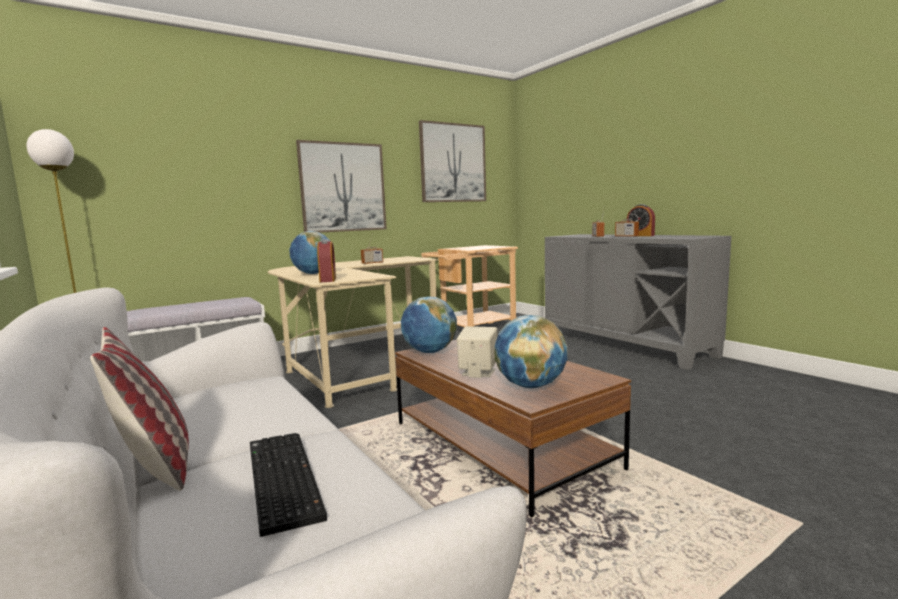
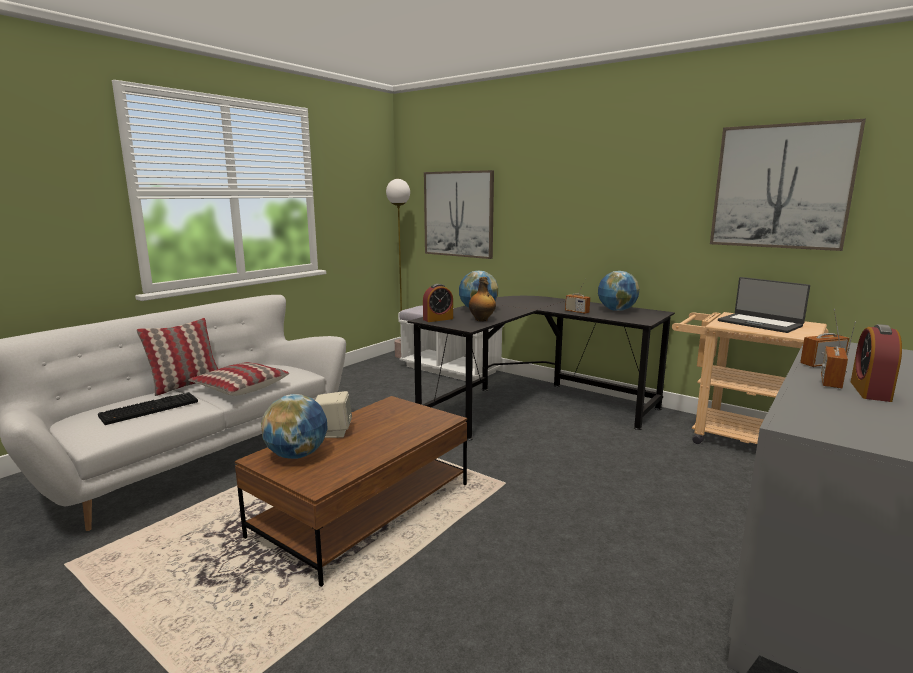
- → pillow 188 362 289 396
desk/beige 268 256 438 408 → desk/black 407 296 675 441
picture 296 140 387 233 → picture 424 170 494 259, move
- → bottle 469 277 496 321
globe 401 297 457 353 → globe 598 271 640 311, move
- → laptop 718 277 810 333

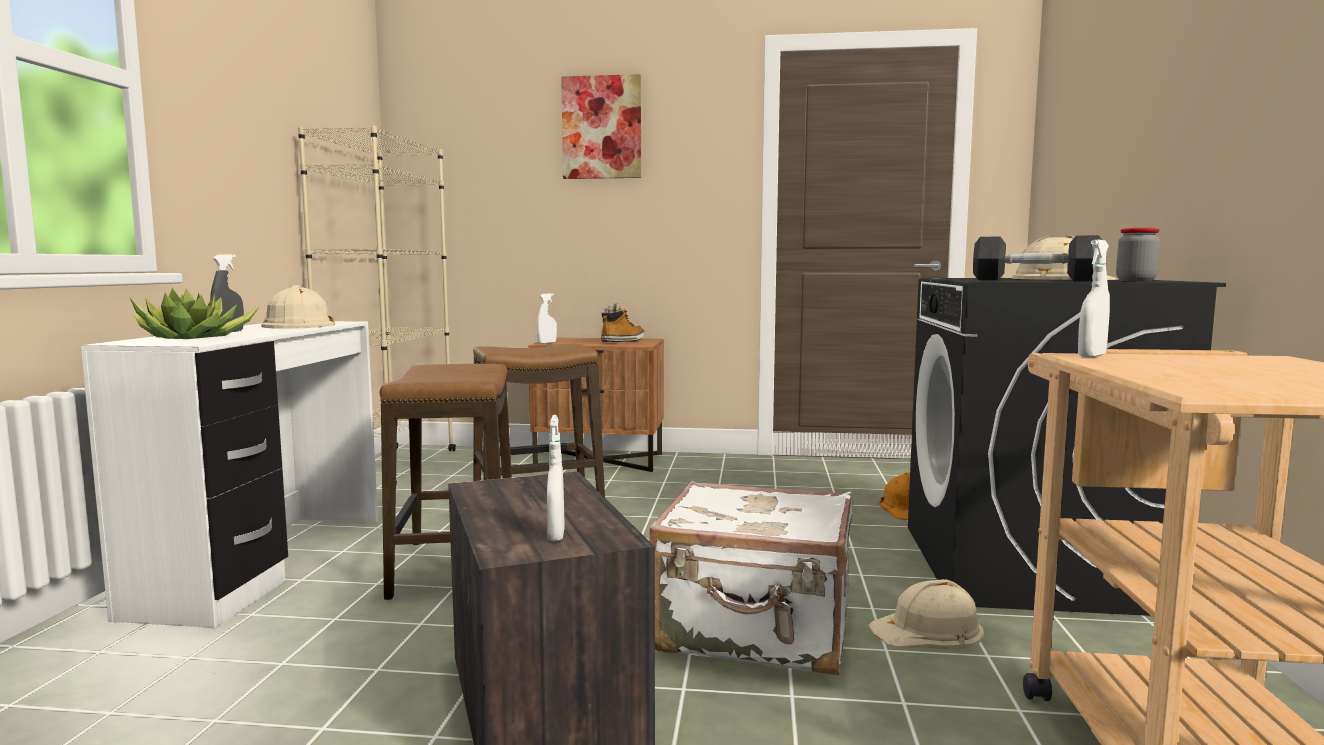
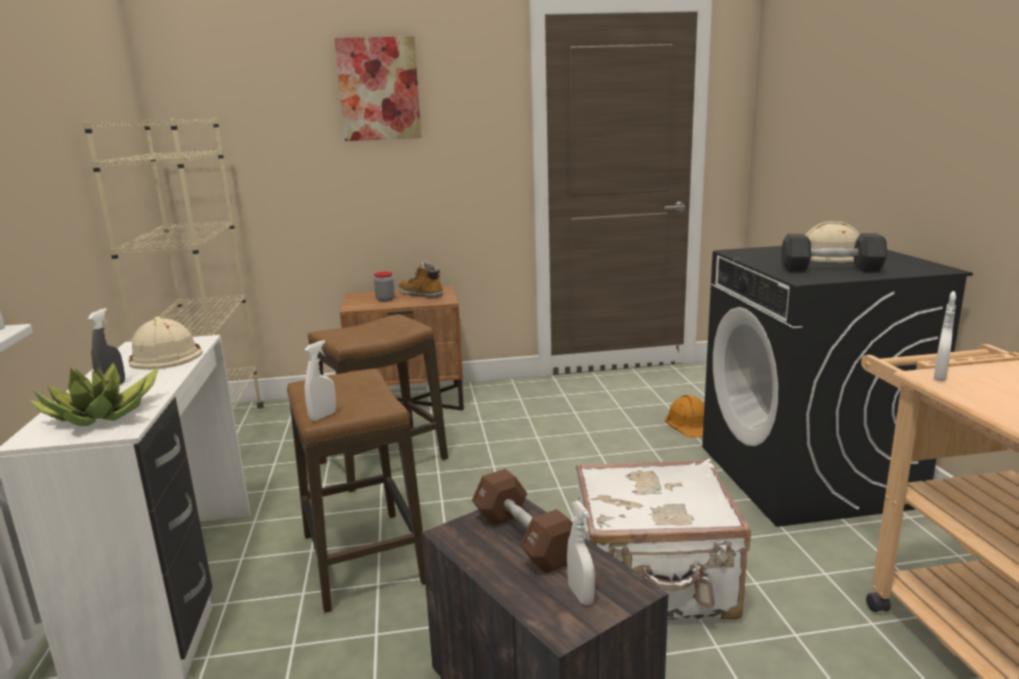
spray bottle/white 537 293 557 344 → spray bottle/white 305 340 336 421, move
jar 1116 228 1160 281 → jar 374 272 395 302, move
boot 601 303 645 342 → boot 398 261 443 298, 75 degrees counterclockwise
- → dumbbell/brown 472 469 573 574
hard hat/beige 868 579 984 649 → -

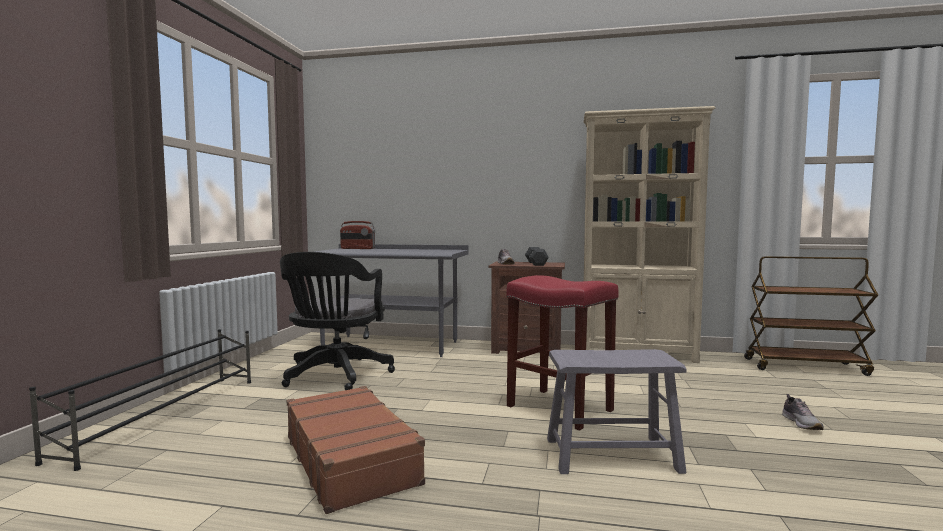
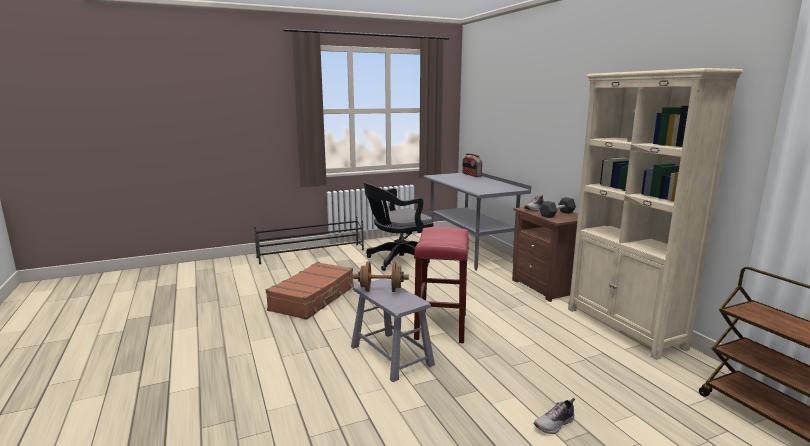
- → dumbbell/brown 353 262 409 292

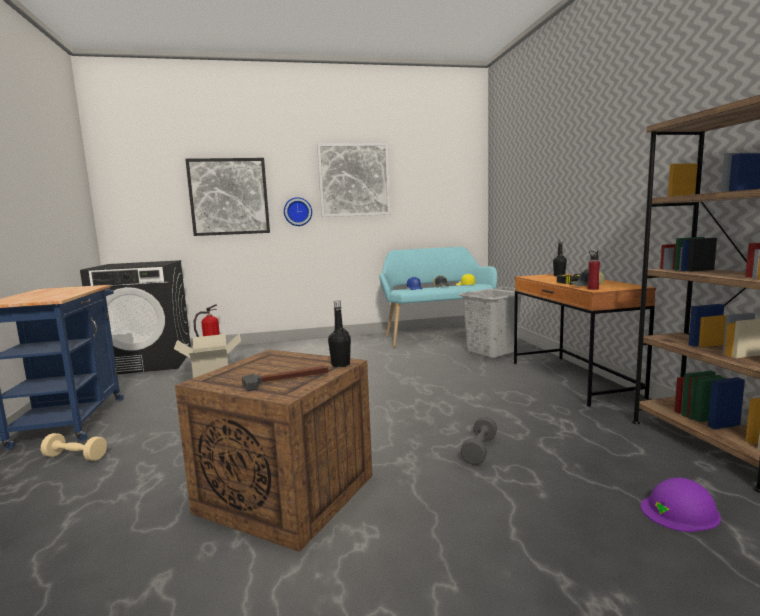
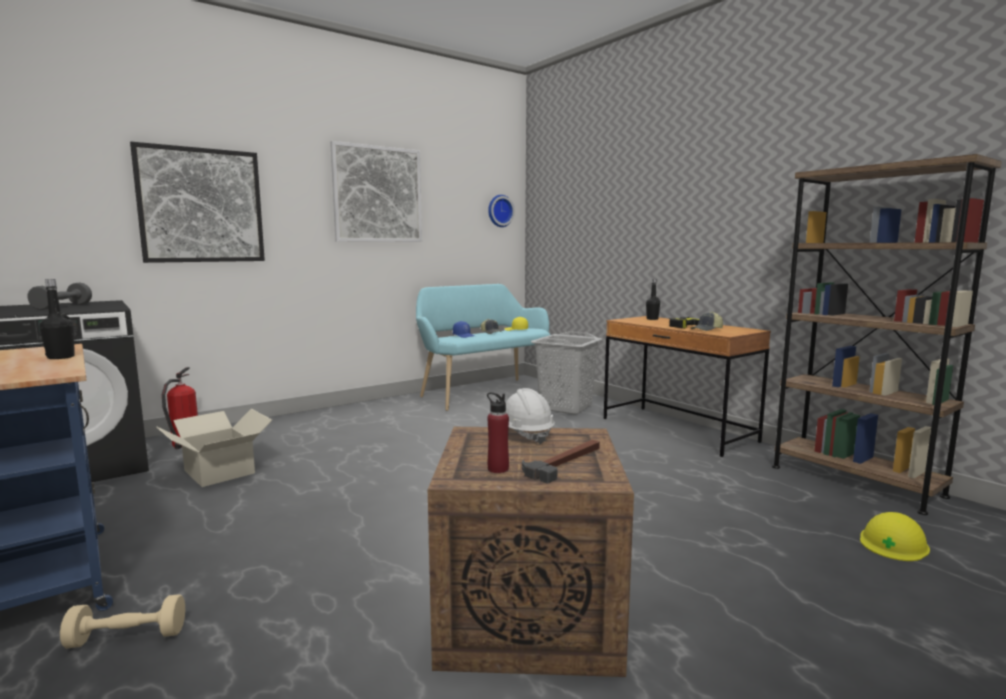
dumbbell/grey 461 417 497 465 → dumbbell/grey 27 283 92 310, move
bottle/black 328 301 351 367 → bottle/black 39 279 75 359, move
bottle/red 588 251 600 290 → bottle/red 487 392 509 473, move
wall clock 284 197 312 226 → wall clock 488 195 515 227, move
- → hard hat/white 506 388 555 444
hard hat/purple 641 478 721 532 → hard hat/yellow 860 512 930 561

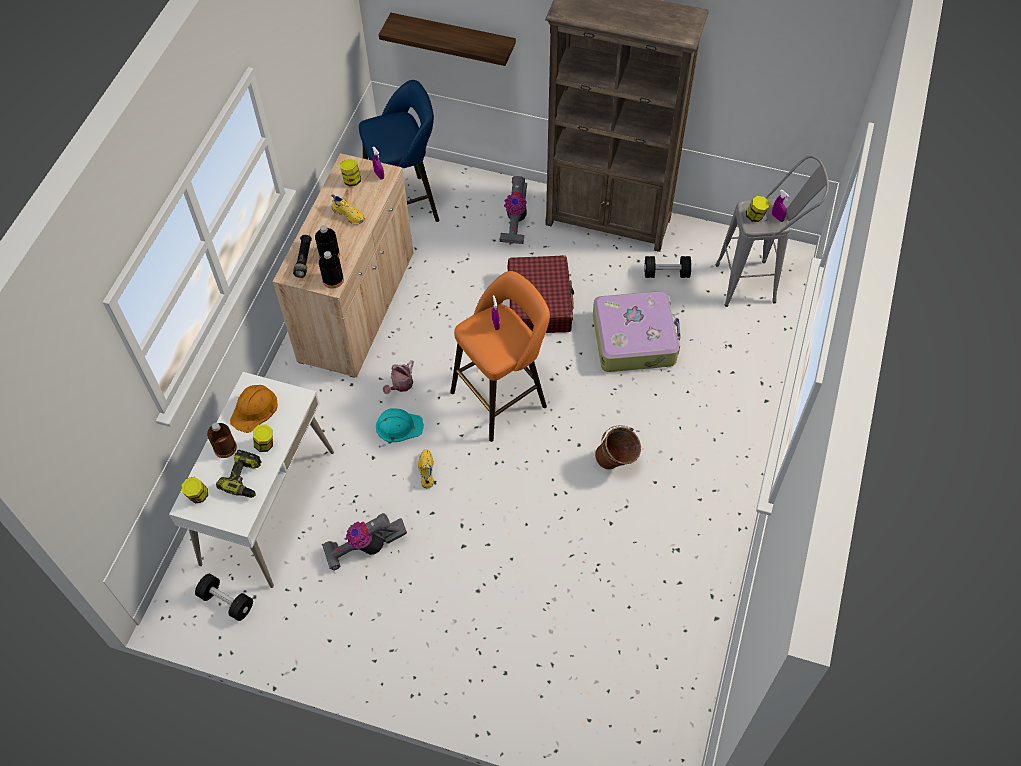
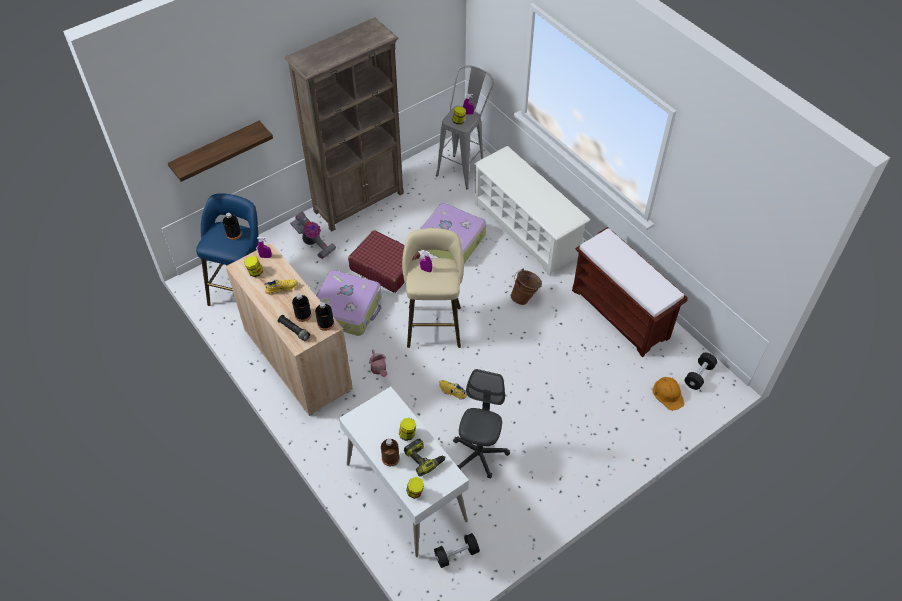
- → bottle/black 223 213 242 240
- → suitcase 316 270 382 336
stool/orange 450 271 550 442 → stool/beige 402 228 464 348
vacuum cleaner 322 513 407 571 → office chair/grey 453 369 510 478
- → shoe rack/white 474 146 590 276
- → bench/brown 572 227 688 357
hard hat/orange 230 385 278 433 → hard hat/orange 653 377 684 411, move
dumbbell/black 644 256 691 278 → dumbbell/black 685 352 717 390, move
hard hat/turquoise 376 409 424 443 → -

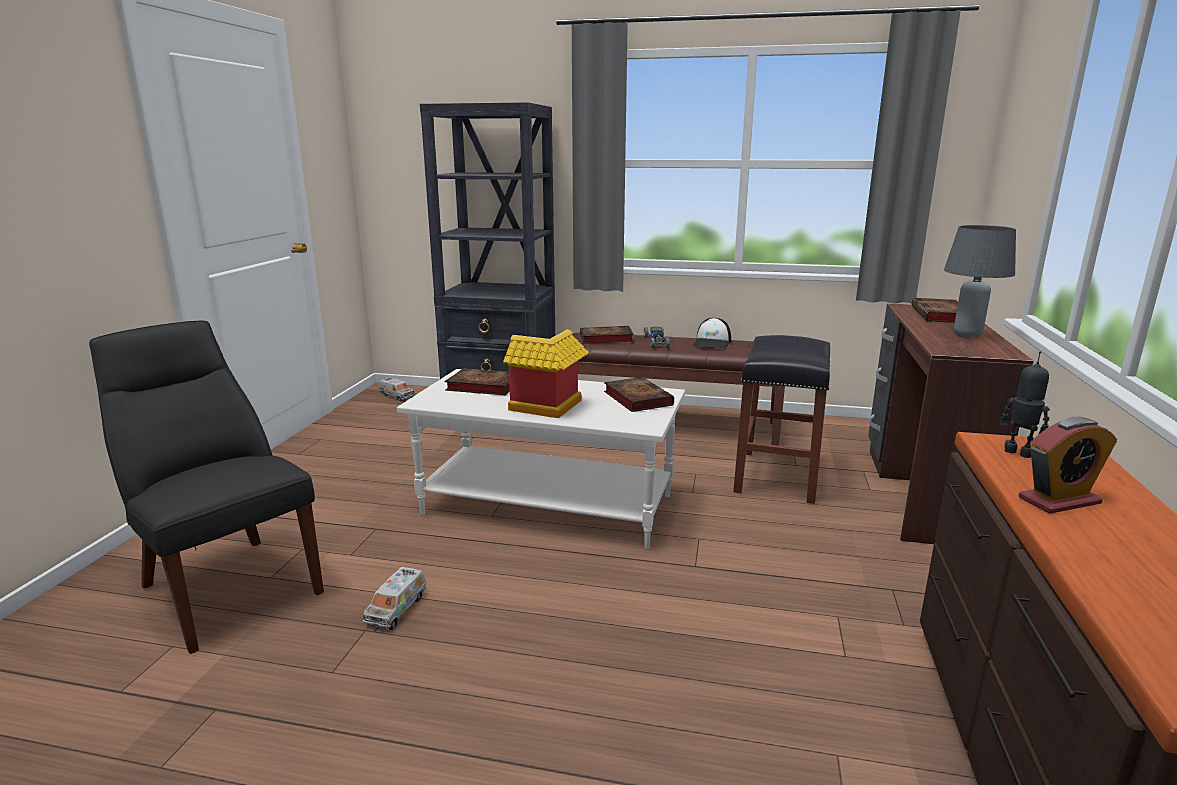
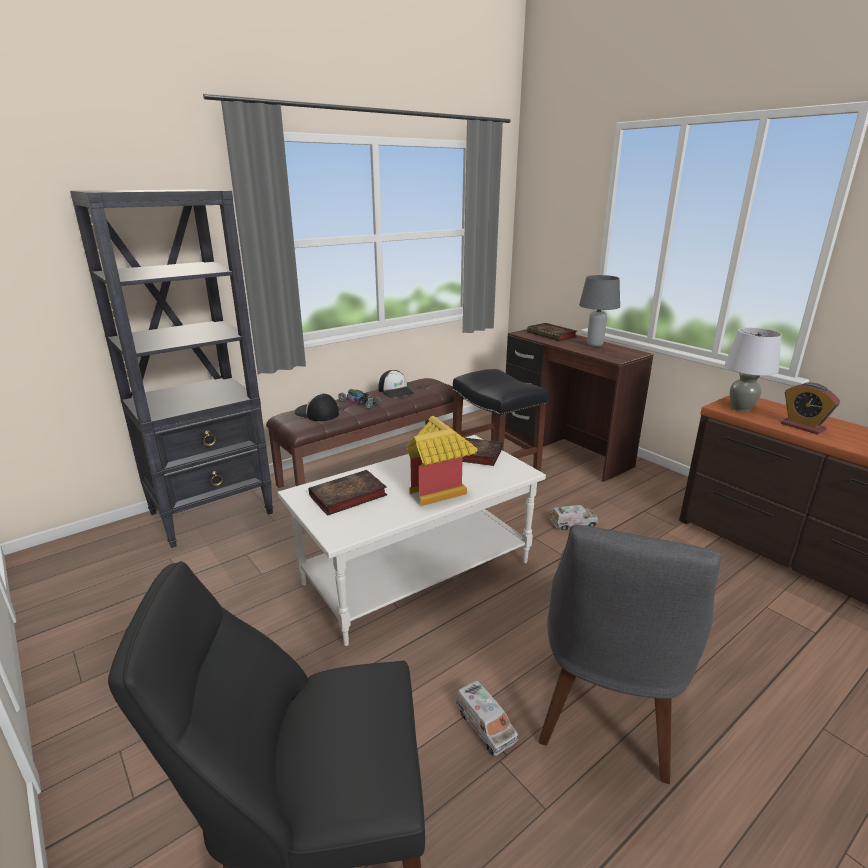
book 580 326 634 344 → cap 295 394 339 421
- → chair/grey 539 525 721 784
toy truck 379 377 414 402 → toy truck 550 505 598 530, move
toy robot 1000 352 1050 458 → table lamp/grey 725 328 782 412
alarm clock 1019 417 1117 514 → alarm clock 781 383 840 435, 120 degrees clockwise

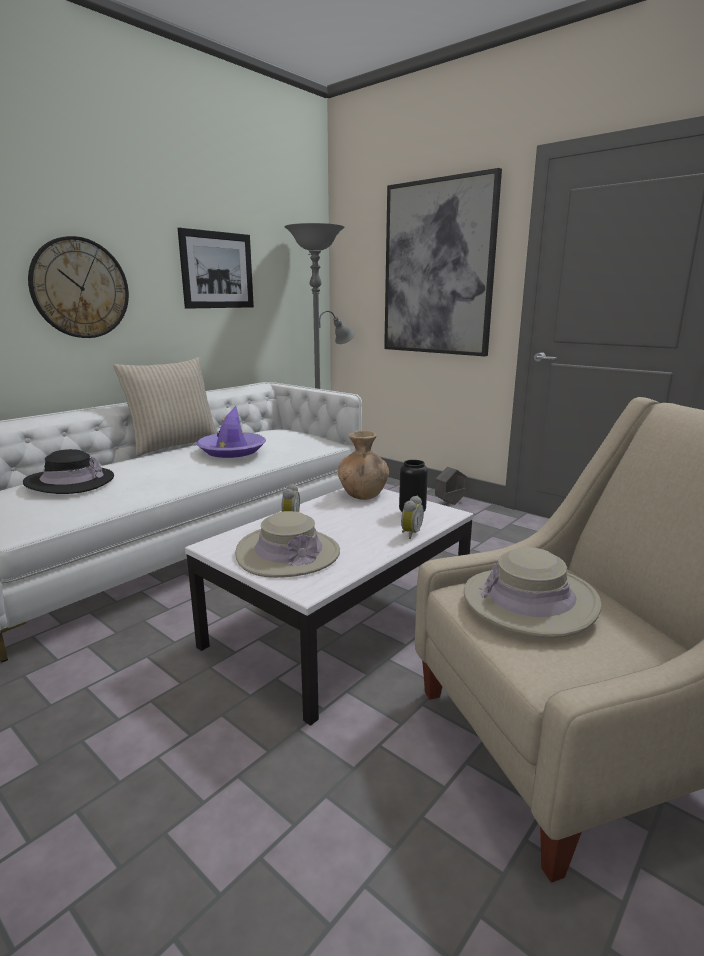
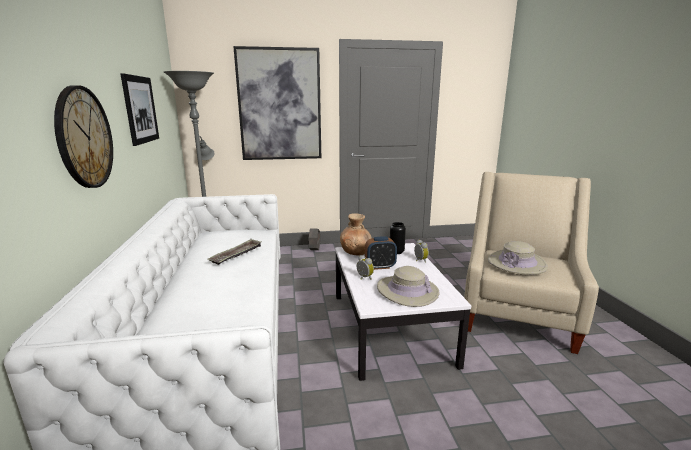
hat/purple 196 406 266 458 → tray 208 239 261 265
- → alarm clock 365 236 397 270
hat/black 23 449 114 494 → -
pillow/beige 113 357 218 456 → -

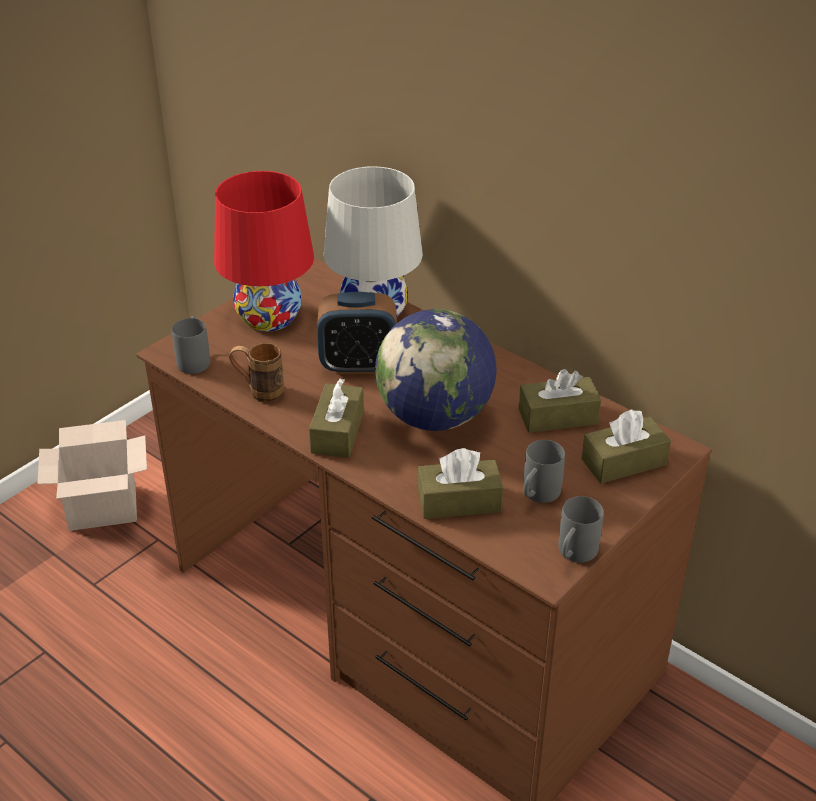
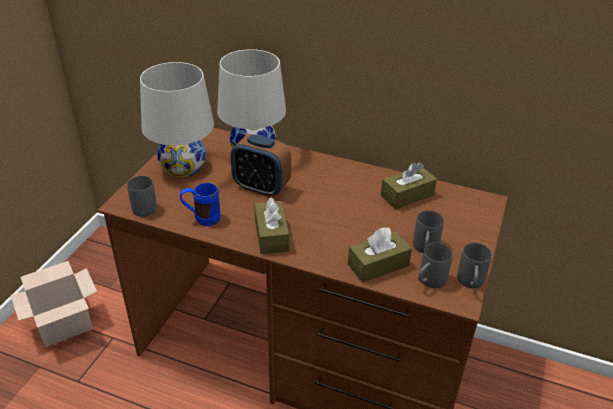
table lamp/red 214 171 314 331 → table lamp/white 140 62 214 177
mug/brown 229 343 284 403 → mug/blue 180 183 220 226
alarm clock 317 292 397 374 → alarm clock 230 134 291 197, 45 degrees clockwise
- → mug/grey 418 243 453 288
globe 375 309 496 431 → -
tissue box/brown 582 410 671 484 → -

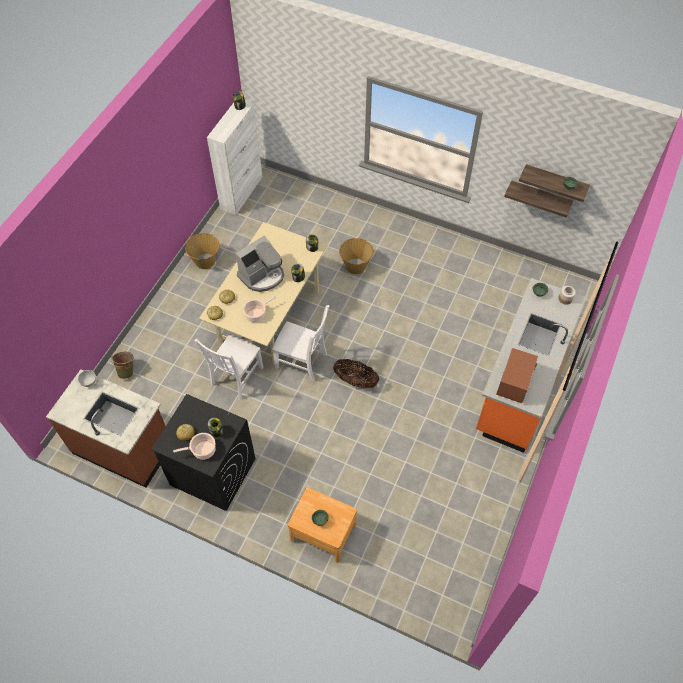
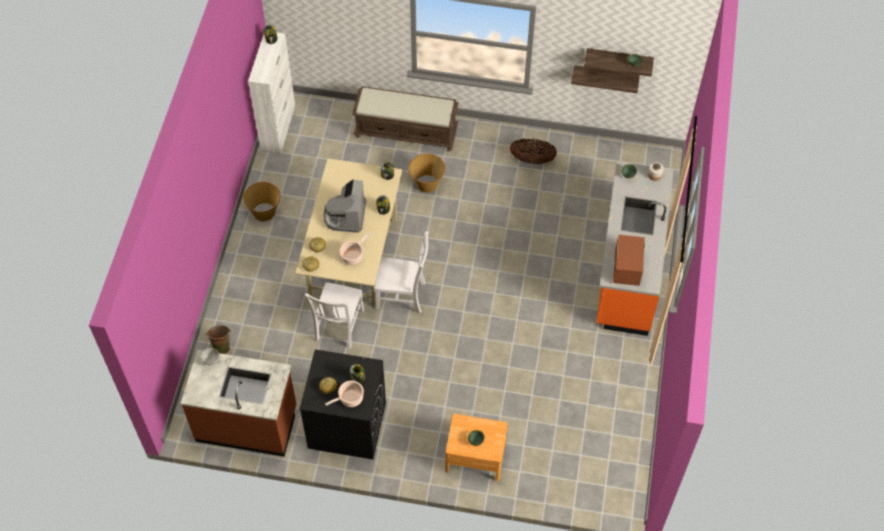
coffee machine 235 236 284 292 → coffee machine 324 179 366 233, 150 degrees clockwise
- → bench/brown 352 86 459 151
basket 333 359 379 388 → basket 510 139 557 164, move

